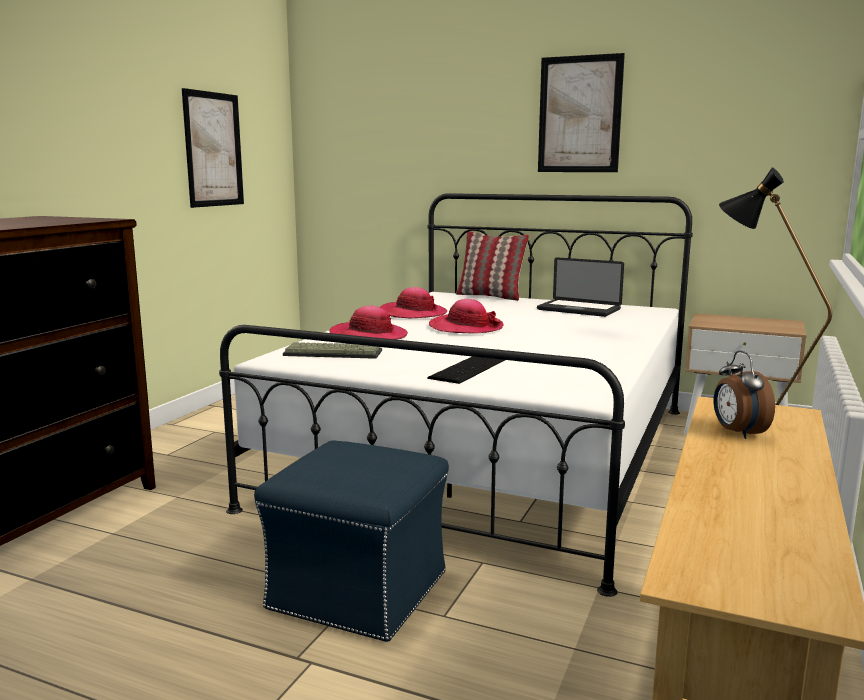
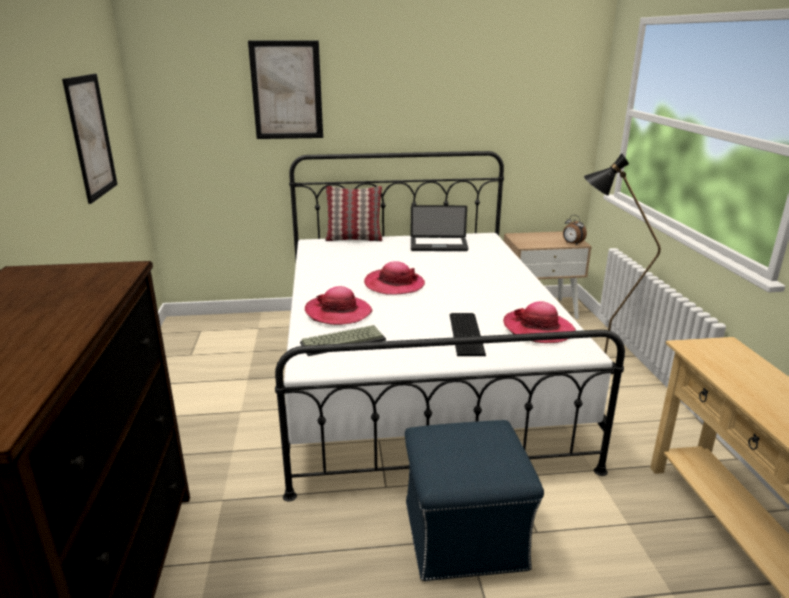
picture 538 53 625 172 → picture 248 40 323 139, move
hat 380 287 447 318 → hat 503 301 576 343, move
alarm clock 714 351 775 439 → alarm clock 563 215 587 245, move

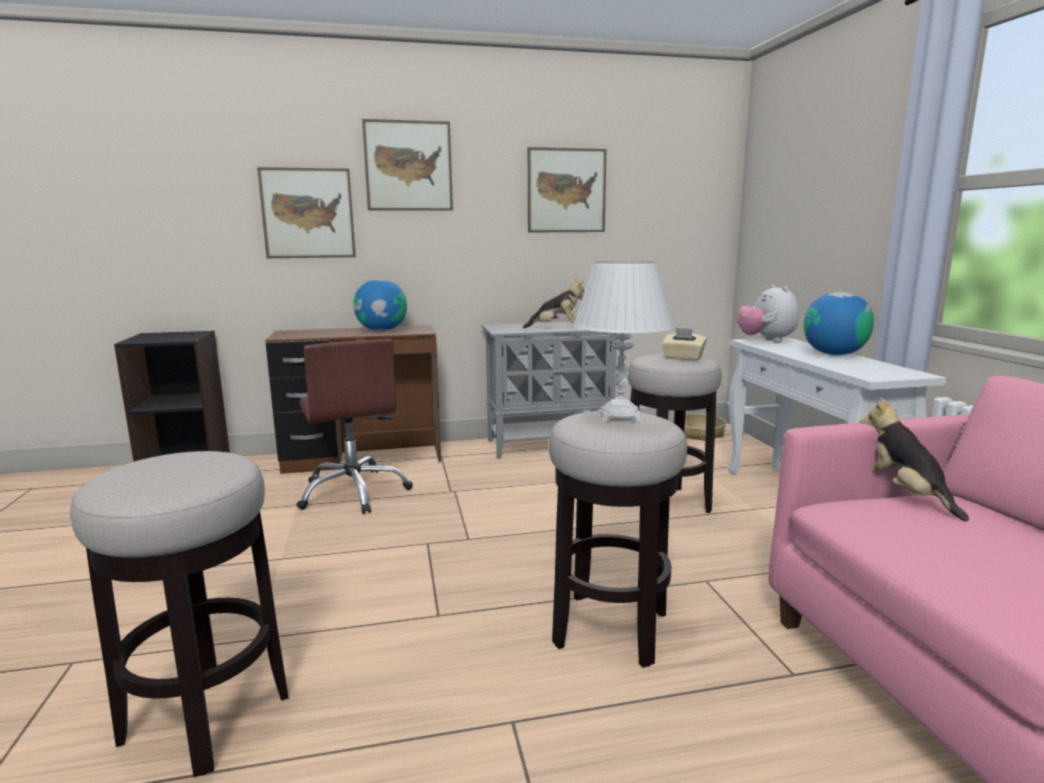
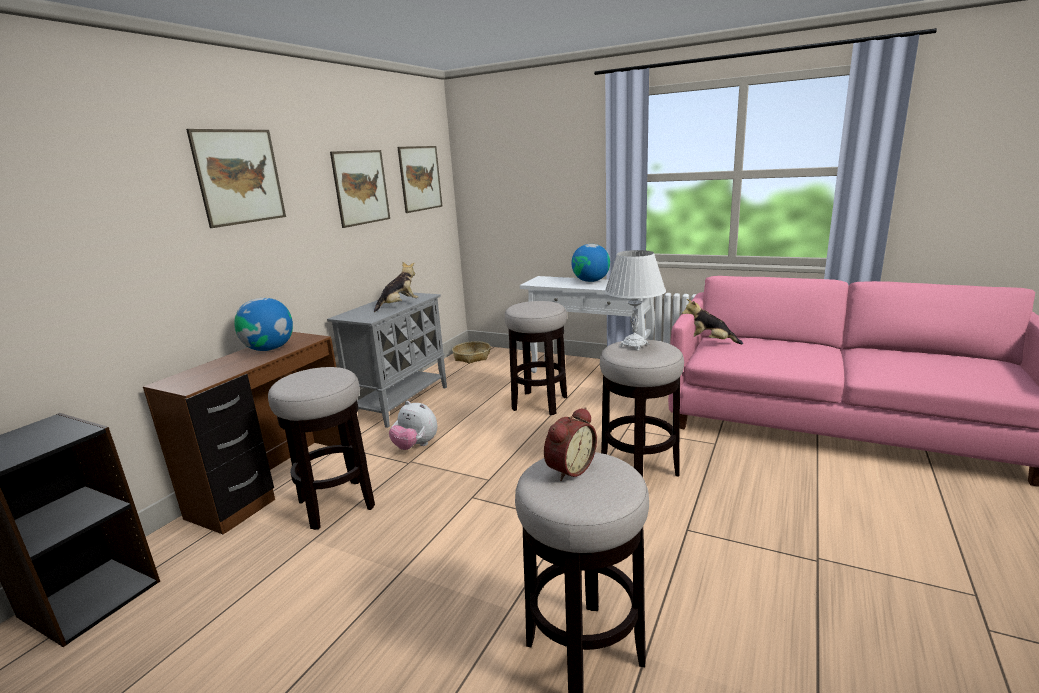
office chair/brown 297 339 413 514 → stool 268 367 375 530
plush toy 737 284 799 342 → plush toy 389 401 437 450, move
picture 257 167 356 258 → picture 397 146 443 213, move
- → alarm clock 544 407 597 481
tissue box/beige 662 327 707 361 → -

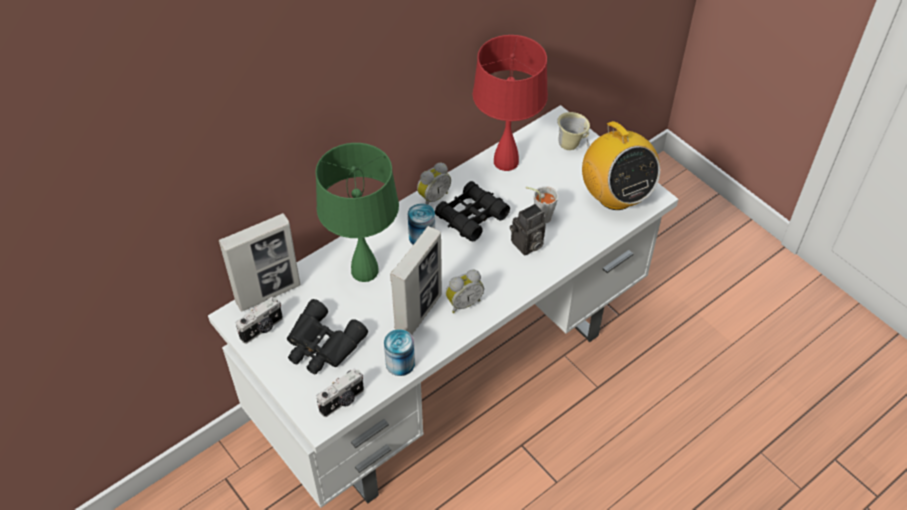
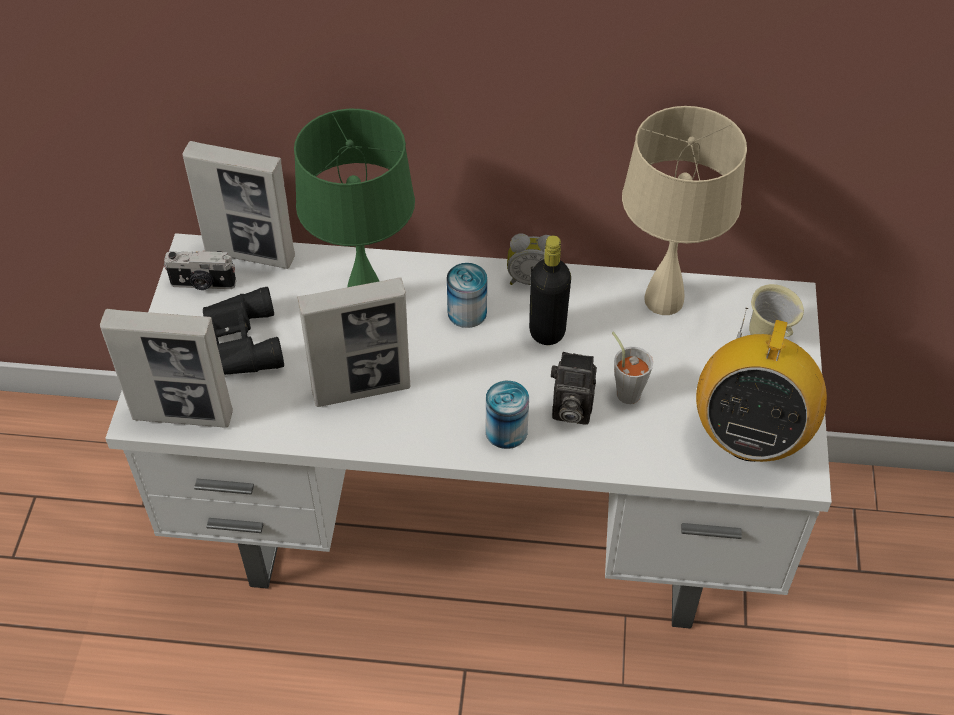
photo camera 317 369 364 417 → picture frame 100 309 233 428
can 384 329 415 376 → can 485 381 529 449, move
binoculars/black 435 181 510 242 → bottle/black 529 235 571 345
table lamp/red 473 35 548 171 → table lamp/beige 622 106 747 315
alarm clock 446 269 484 313 → -

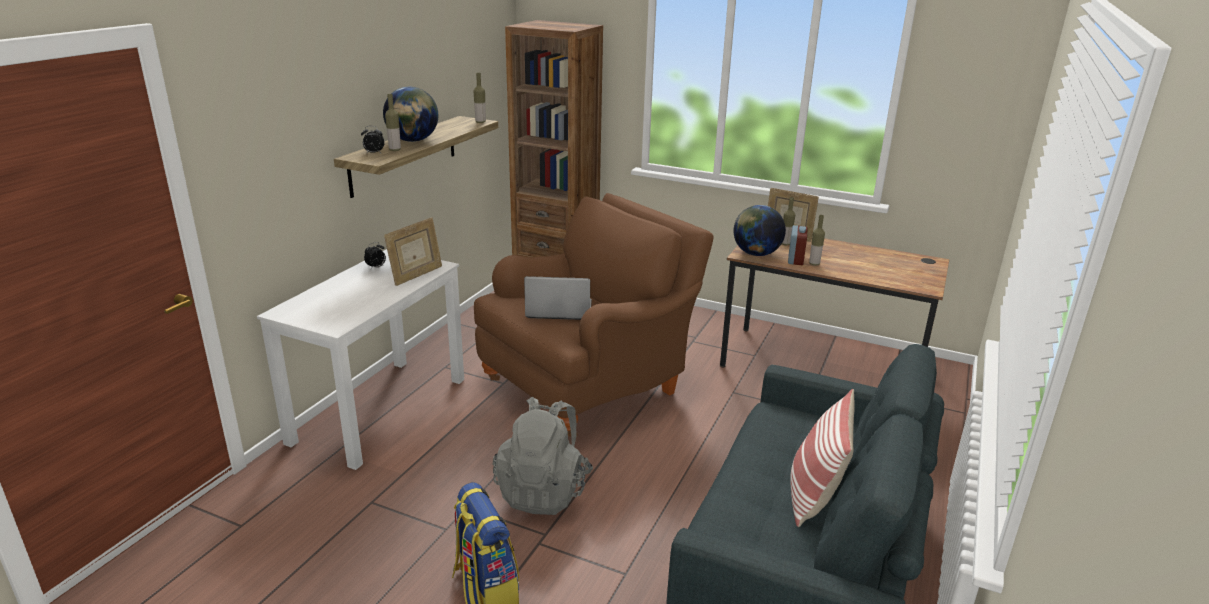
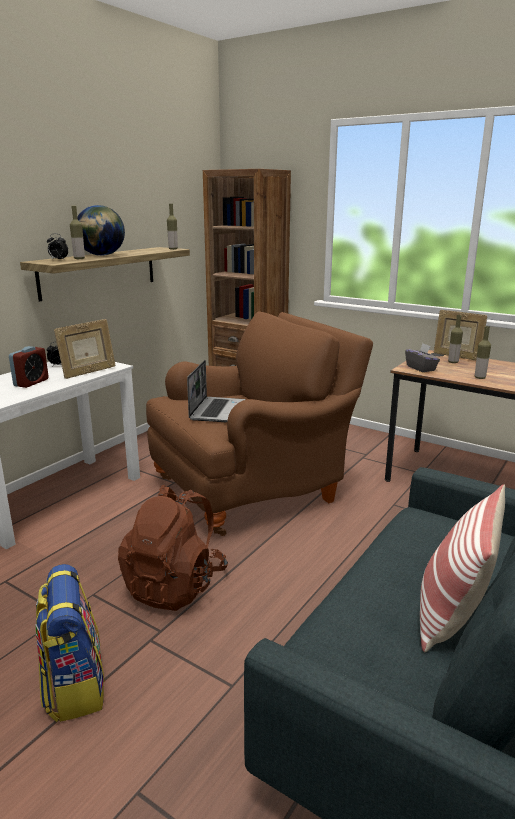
alarm clock 788 225 808 265 → alarm clock 9 346 49 388, move
backpack/grey 493 397 593 515 → backpack/brown 118 485 228 611
laptop 524 276 592 320 → laptop 187 360 245 422, 90 degrees clockwise
globe 733 205 786 256 → tissue box/grey 405 343 440 372

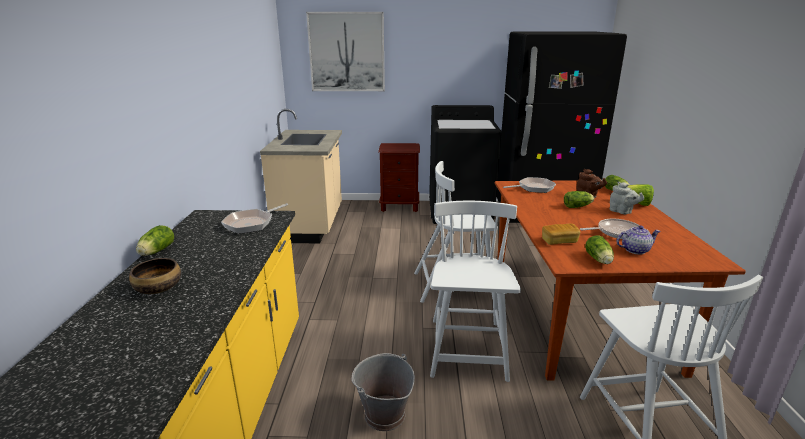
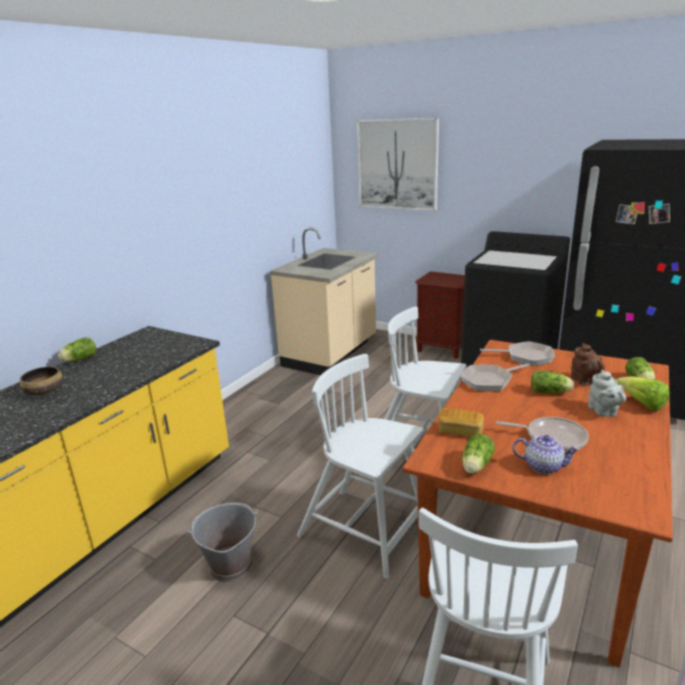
chair/white 430 201 521 382 → chair/white 297 354 424 579, 90 degrees counterclockwise
frying pan 221 203 288 234 → frying pan 460 363 530 391, move

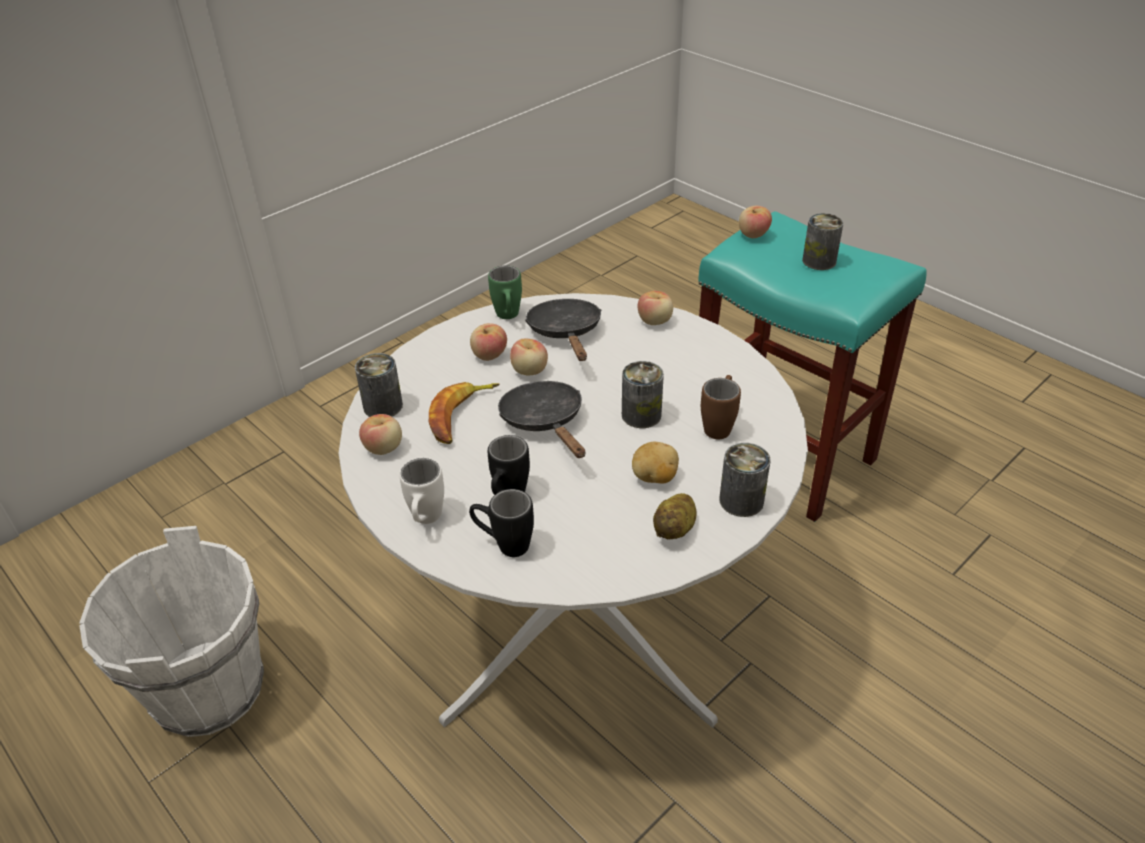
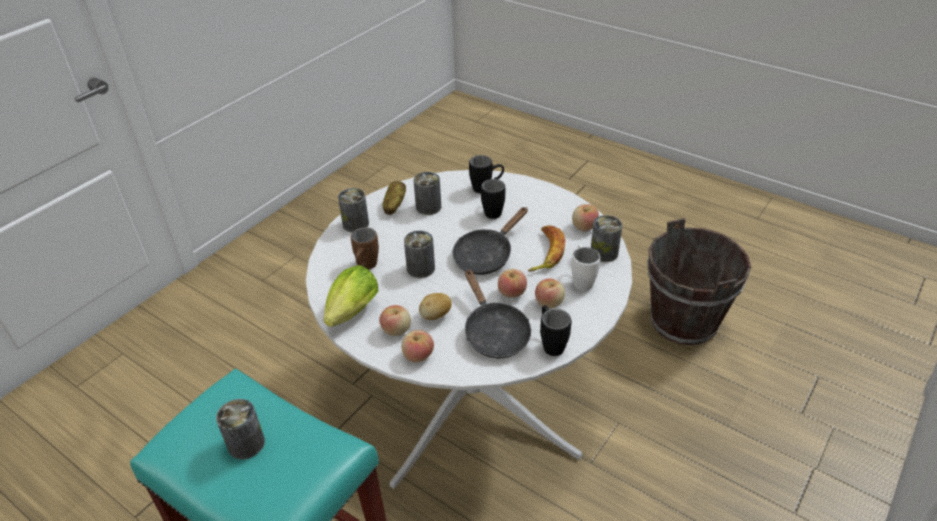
- → lettuce 324 265 378 327
apple 739 206 772 238 → apple 379 305 411 336, move
- → can 413 172 441 215
potato 632 442 679 484 → potato 419 293 451 320, move
frying pan/black 498 381 585 458 → frying pan/black 452 207 528 275, 75 degrees clockwise
mug/green 488 265 522 319 → mug/black 540 305 571 356
mug/white 400 458 444 524 → mug/white 571 244 600 291, move
bucket/white 79 526 264 737 → bucket/brown 647 218 751 345

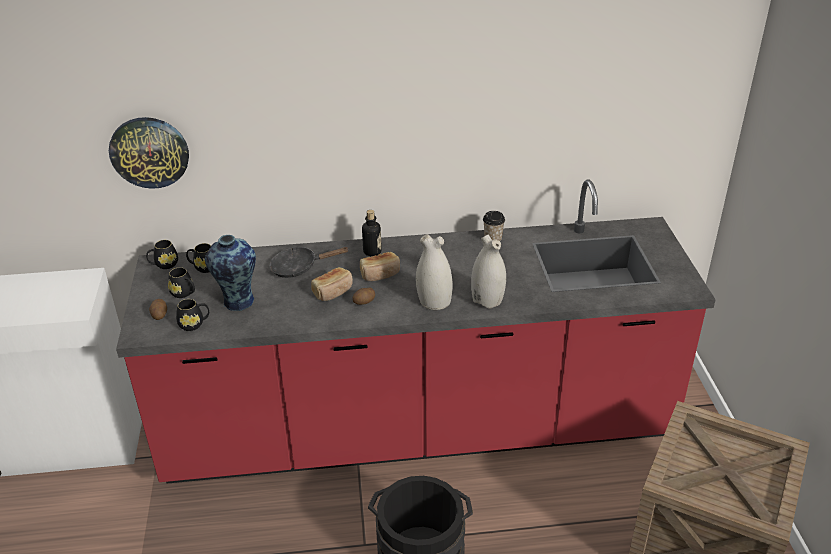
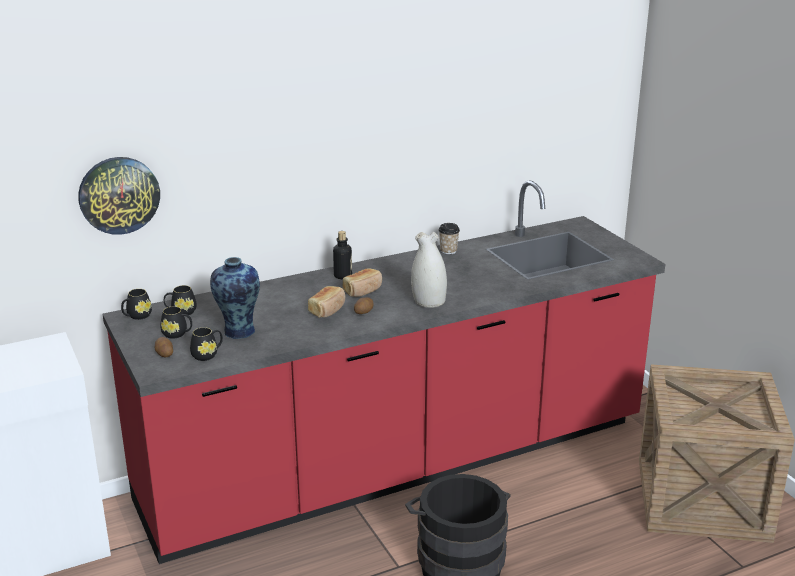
frying pan/black 270 247 349 278 → -
vase/white 471 235 506 309 → -

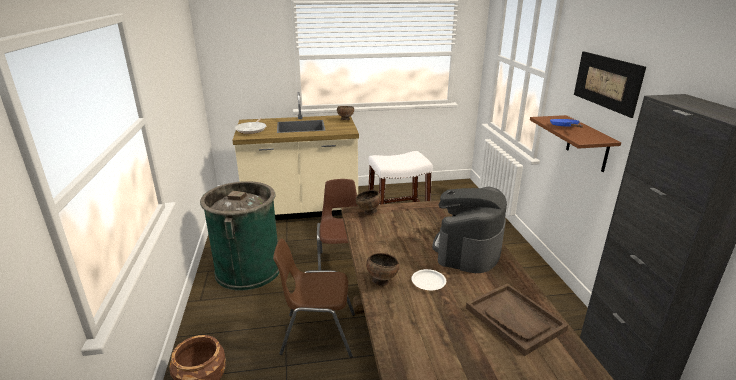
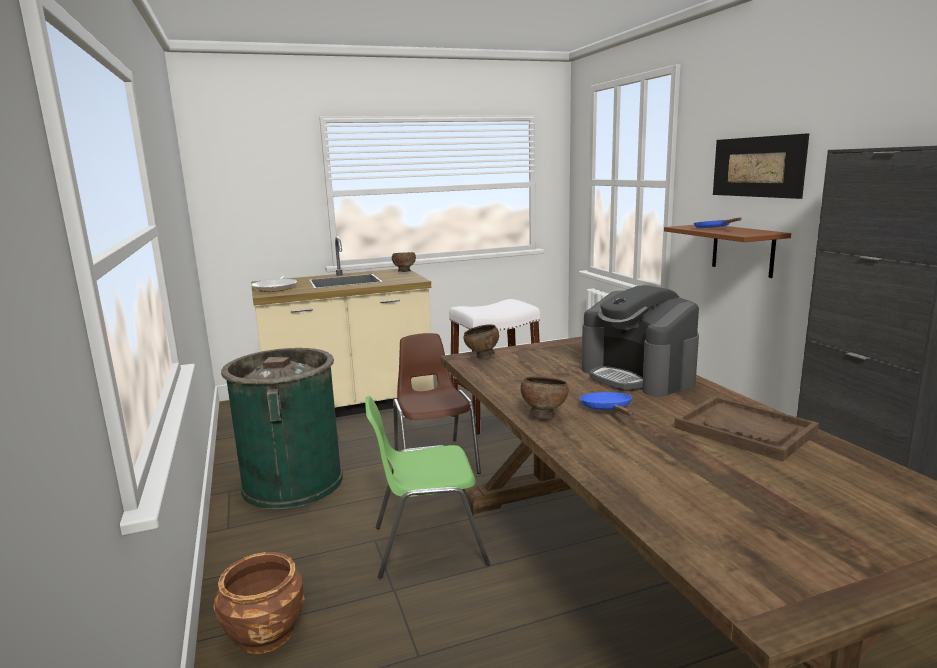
chair/brown 273 238 355 358 → chair/green 365 396 490 578
plate/white 411 269 446 290 → frying pan/blue 580 392 633 416
coffee machine 433 186 507 273 → coffee machine 582 285 699 397, 45 degrees counterclockwise

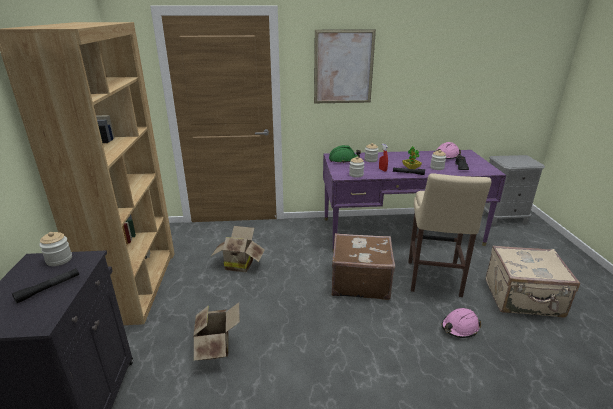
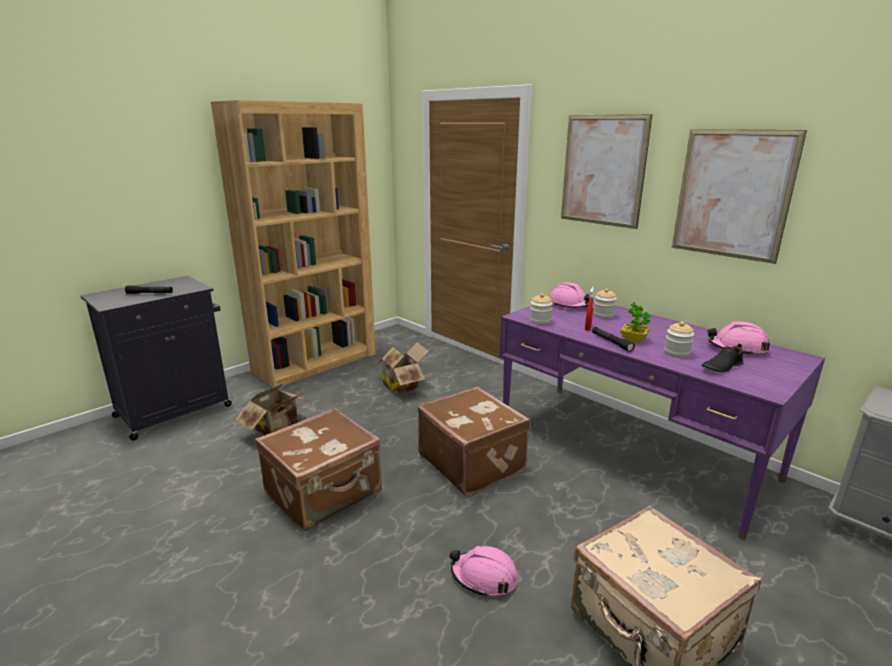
- → suitcase/brown 255 408 382 531
hard hat/green 329 145 361 164 → hard hat/pink 549 283 590 308
- → picture 672 129 807 264
jar 39 232 72 266 → -
stool/beige 408 173 491 297 → -

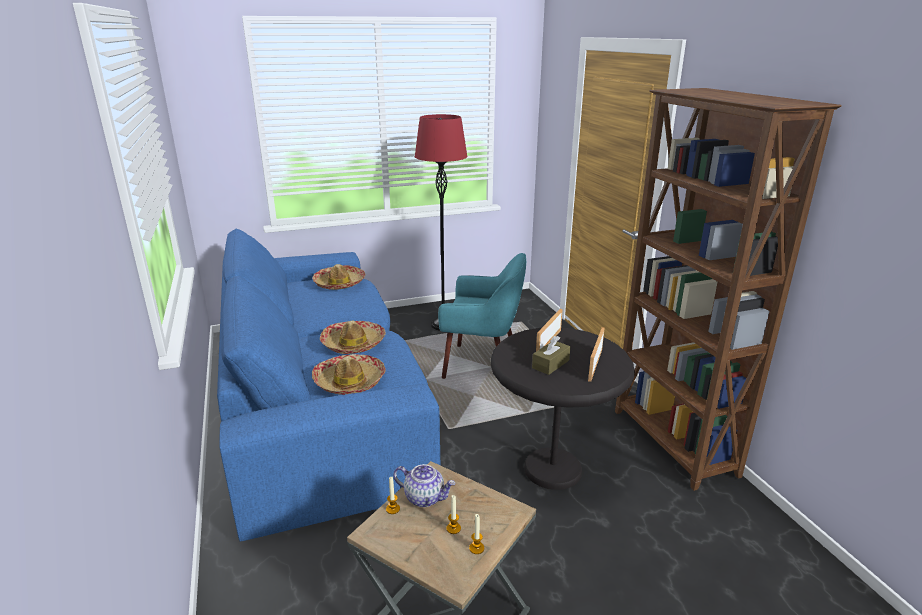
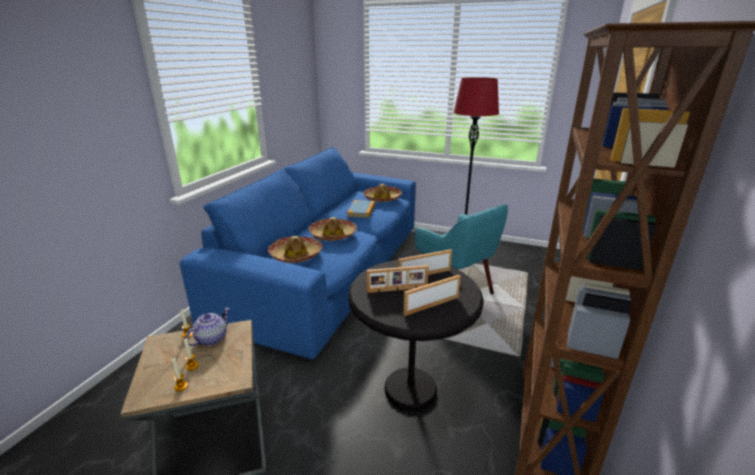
teapot 393 464 456 507 → teapot 185 308 230 346, 120 degrees counterclockwise
- → book 347 200 375 218
tissue box/brown 532 336 570 375 → picture frame 367 265 429 293

